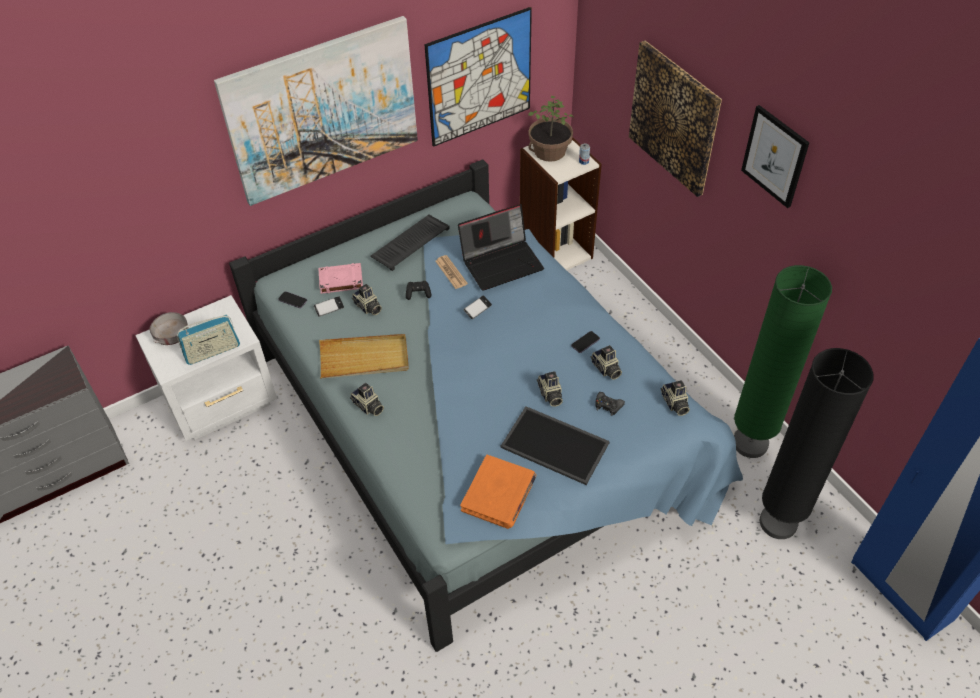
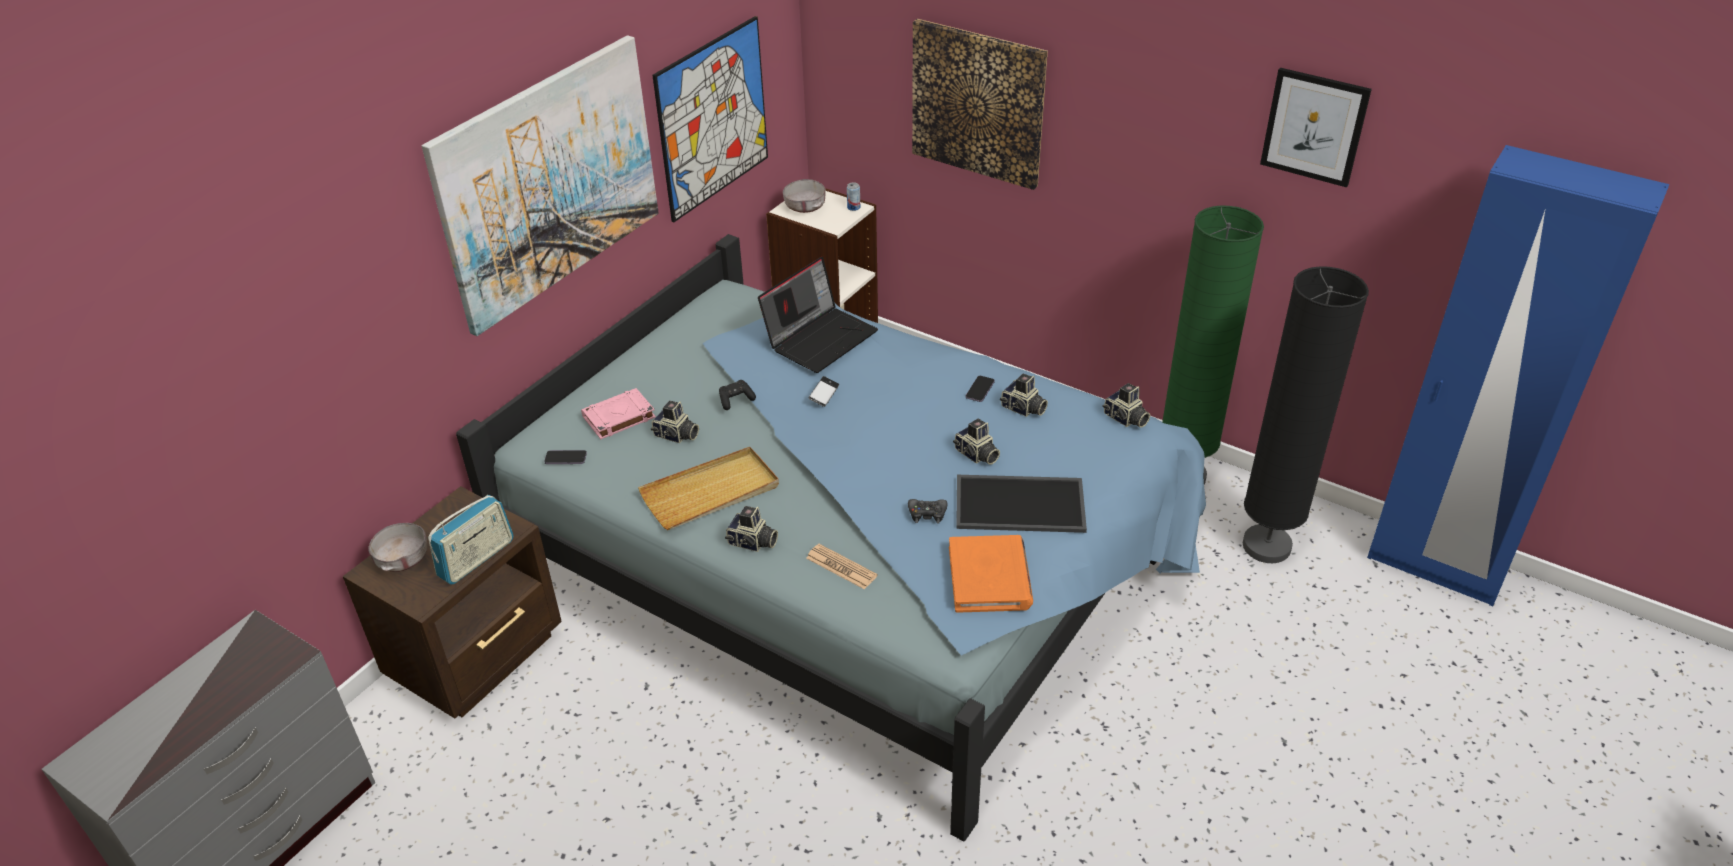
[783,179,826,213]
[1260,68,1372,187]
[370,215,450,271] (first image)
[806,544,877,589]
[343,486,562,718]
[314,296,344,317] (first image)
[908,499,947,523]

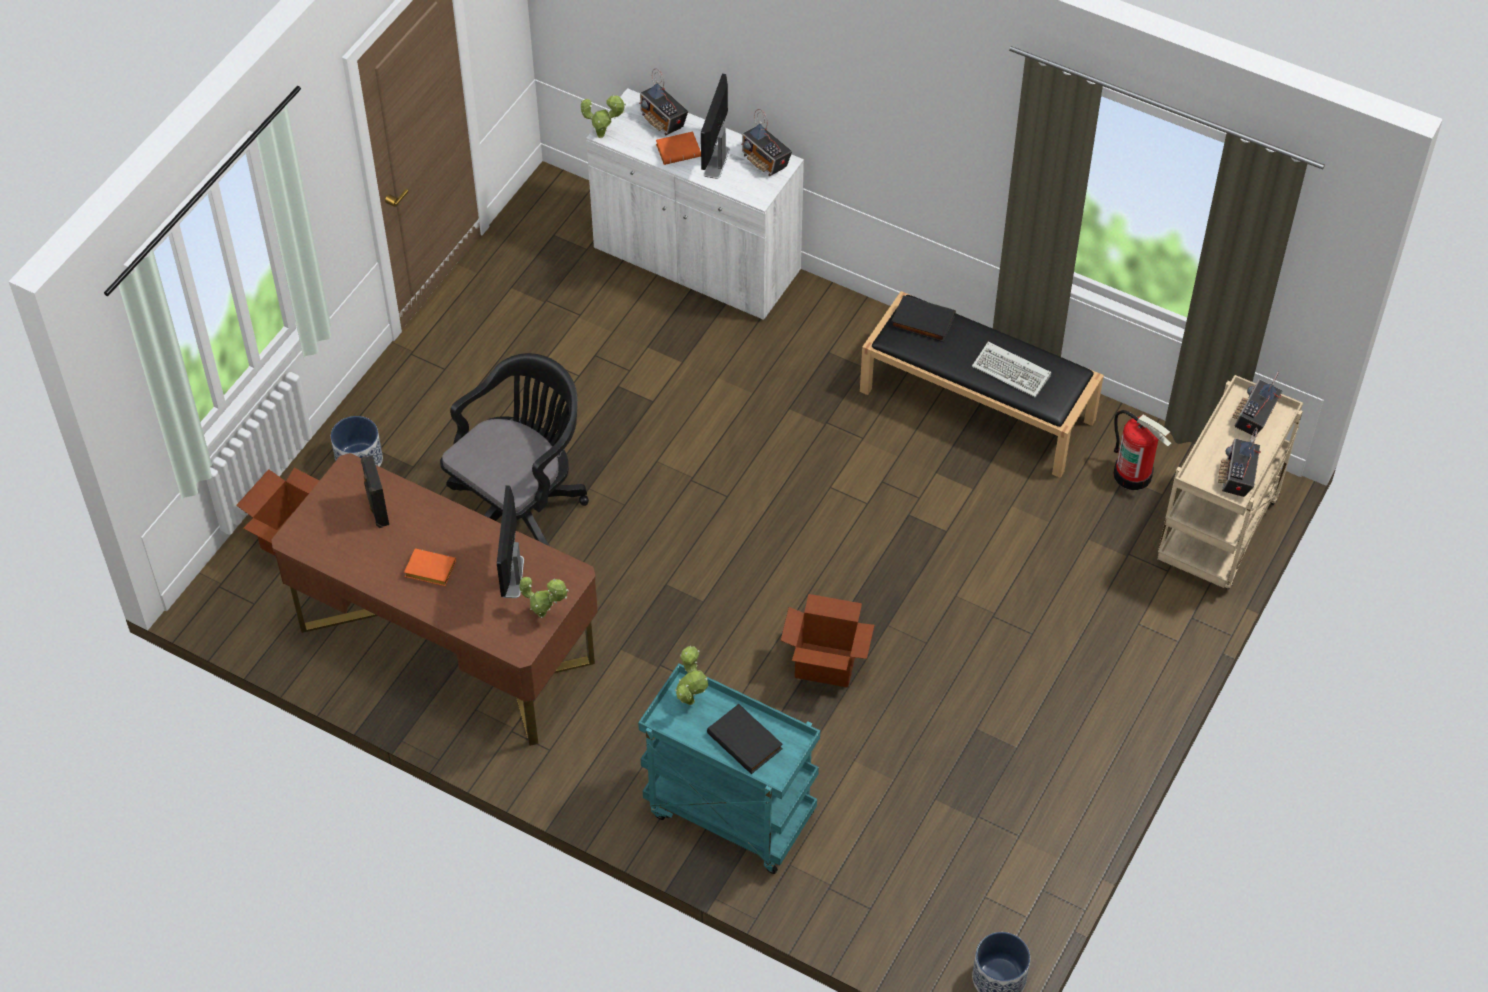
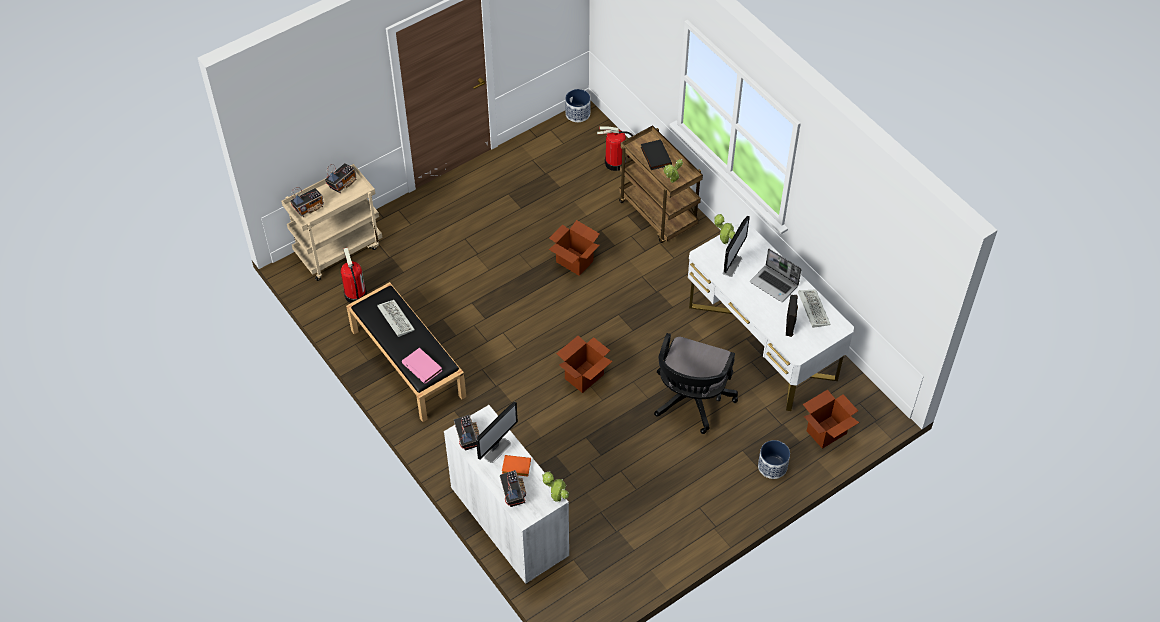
[402,347,442,384]
[654,333,738,434]
[688,222,854,411]
[750,248,801,302]
[619,125,703,243]
[597,126,633,171]
[798,289,831,328]
[556,336,613,393]

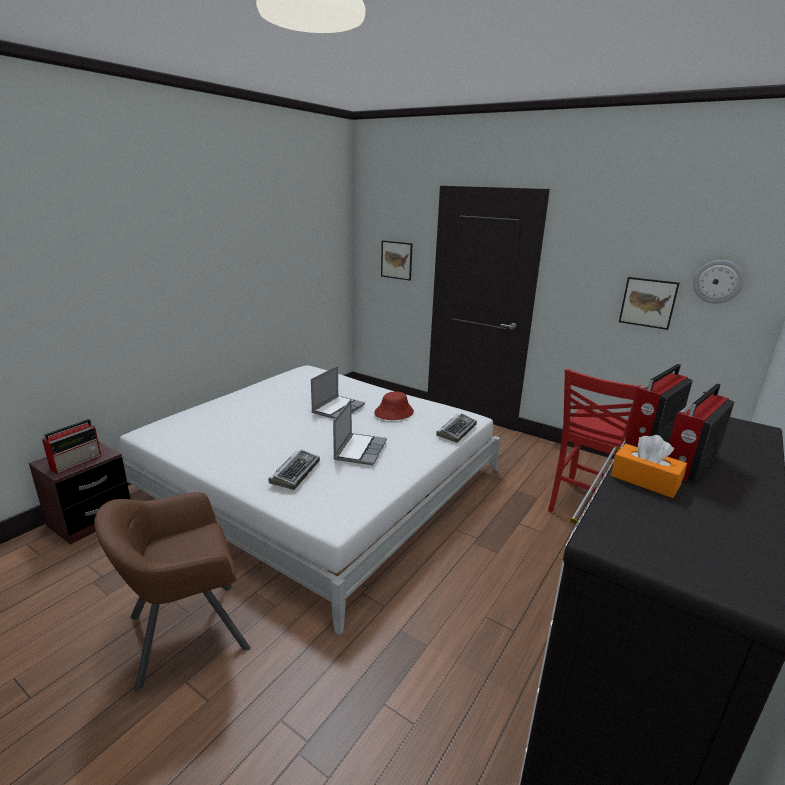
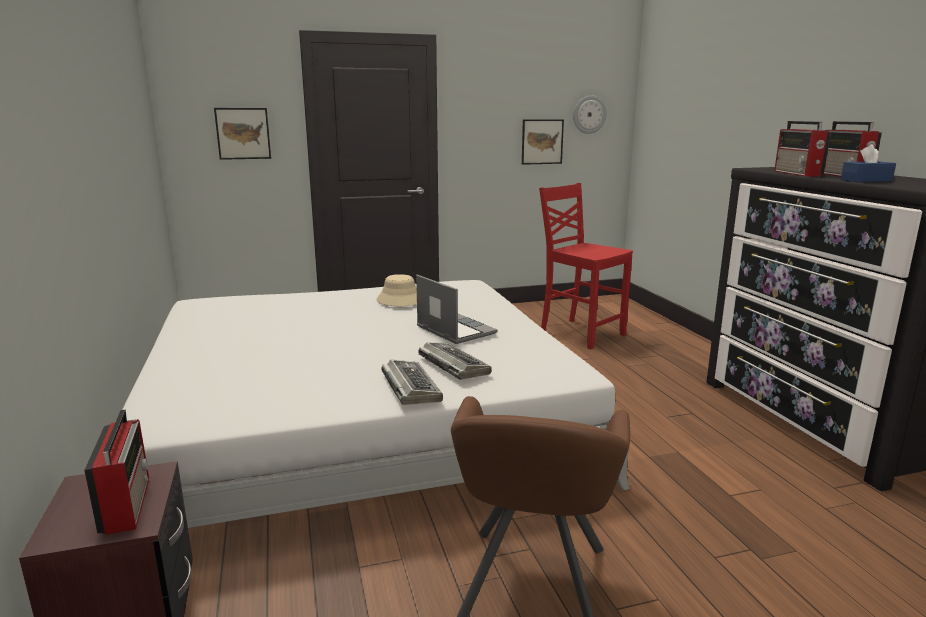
[311,366,365,419] (first image)
[539,183,633,349]
[376,274,417,306]
[381,360,443,405]
[841,144,896,182]

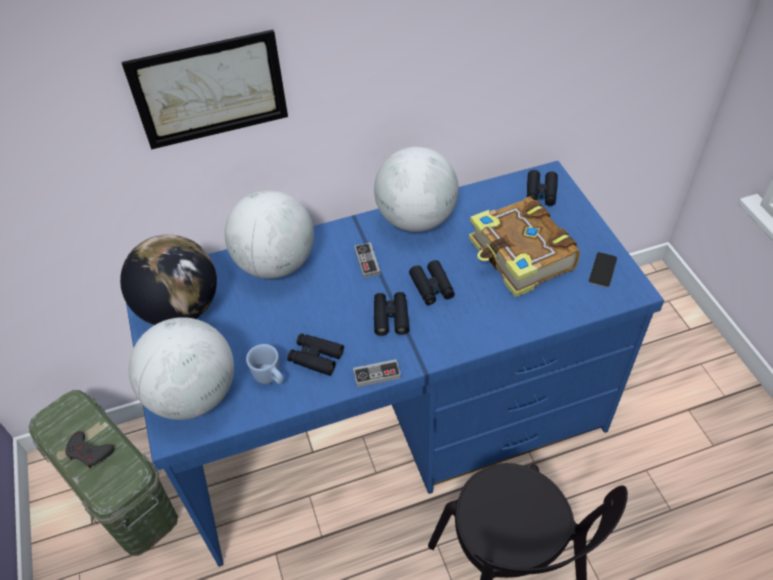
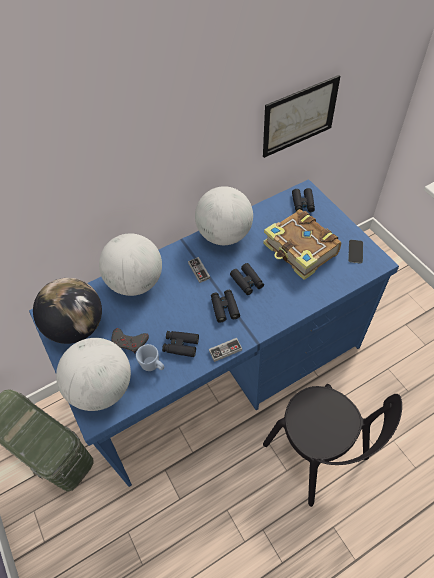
[263,75,340,158]
[112,328,149,353]

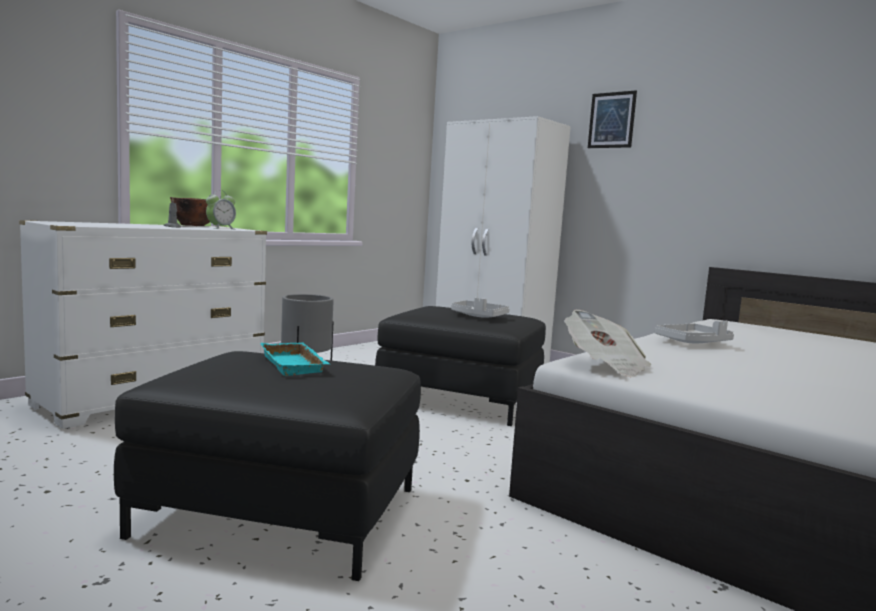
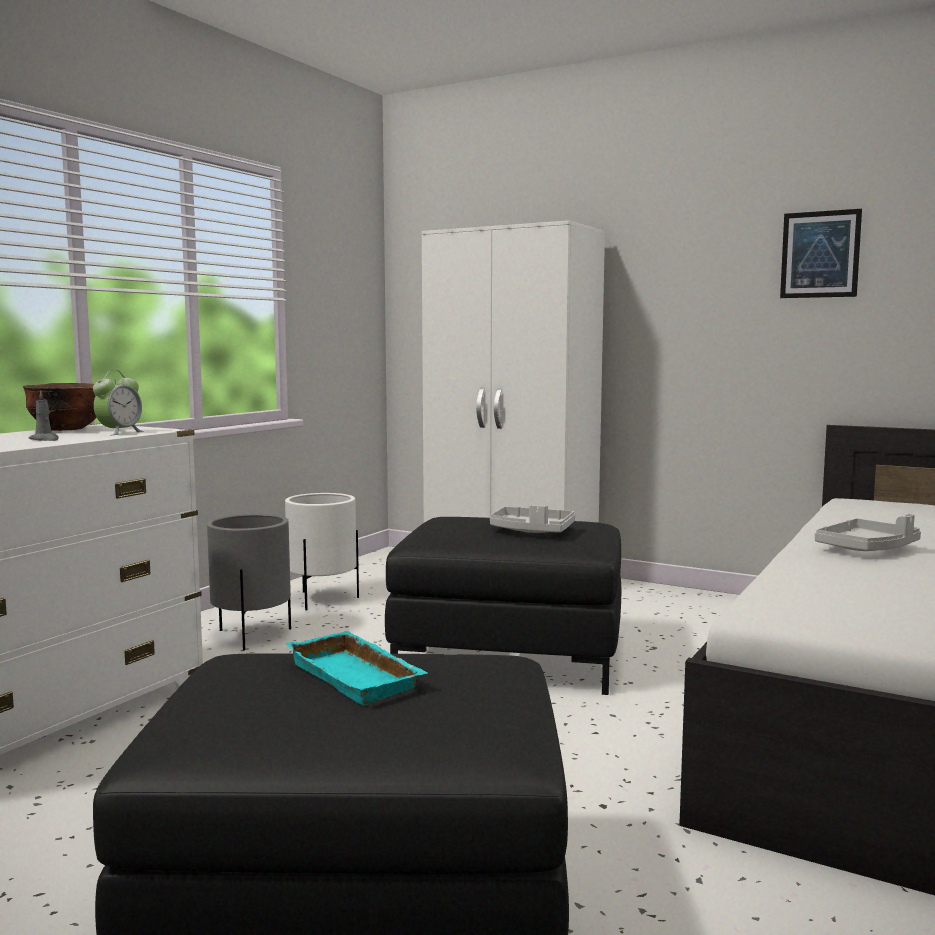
[780,209,862,298]
[565,310,651,377] (first image)
[285,493,359,610]

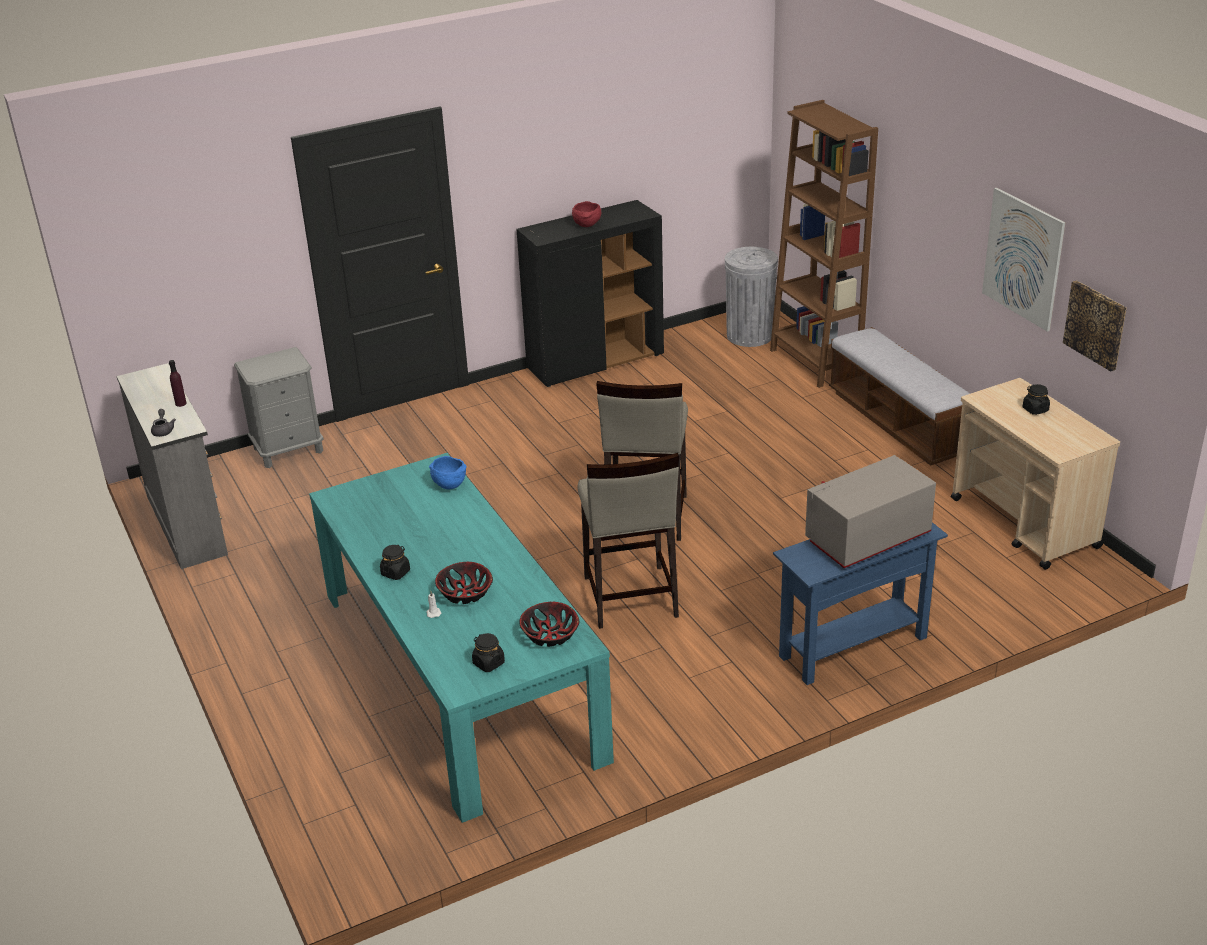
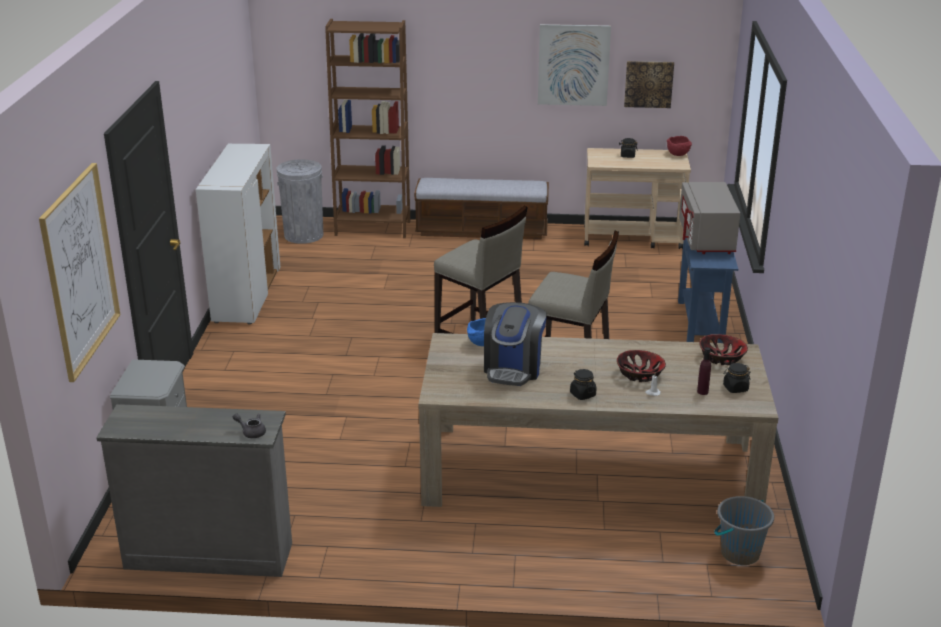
[196,144,281,324]
[667,136,692,156]
[697,347,711,395]
[418,333,778,507]
[39,163,121,382]
[484,302,547,386]
[714,496,774,565]

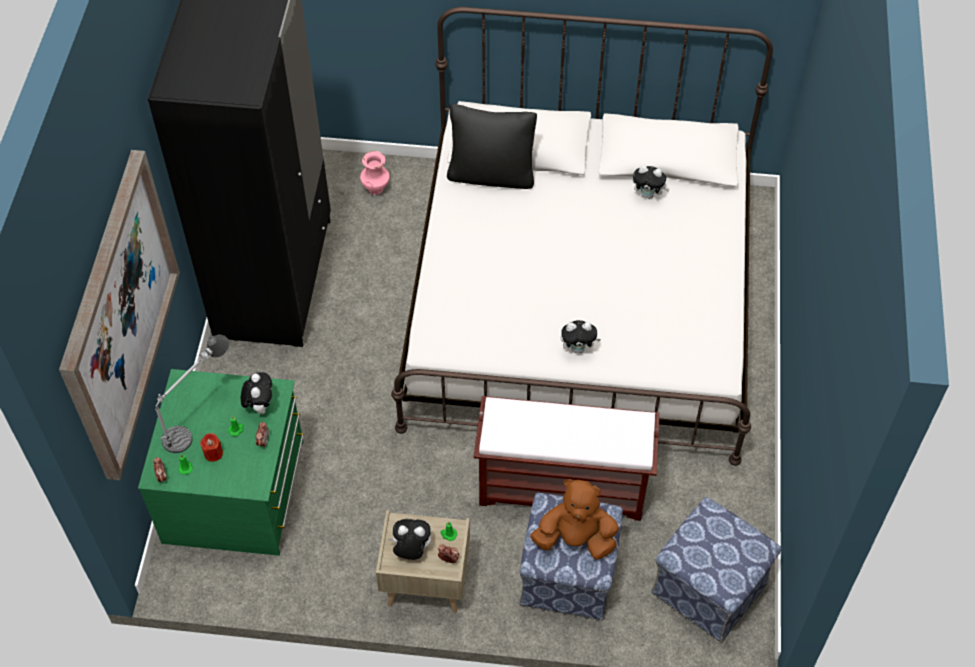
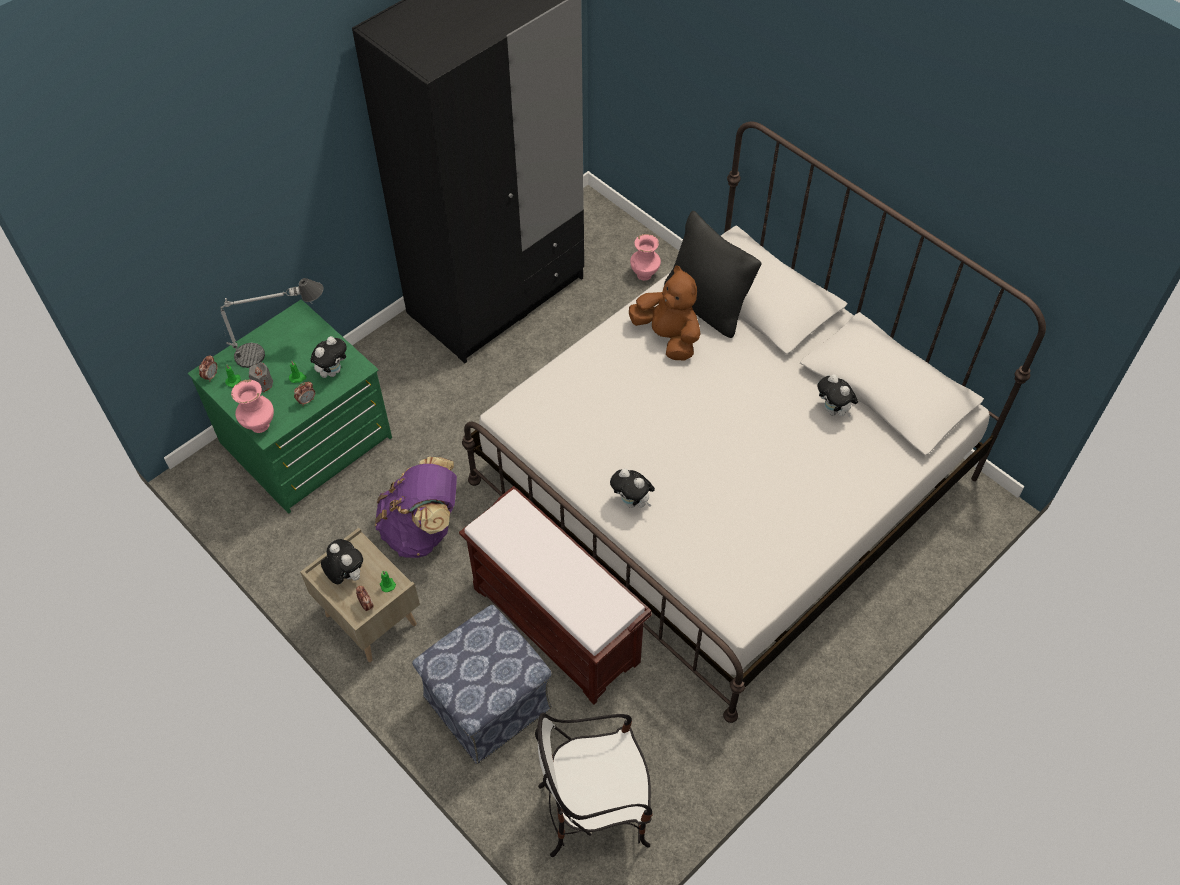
[59,150,180,480] (first image)
[249,362,273,392]
[629,265,700,360]
[535,713,653,857]
[231,380,274,433]
[375,457,457,558]

